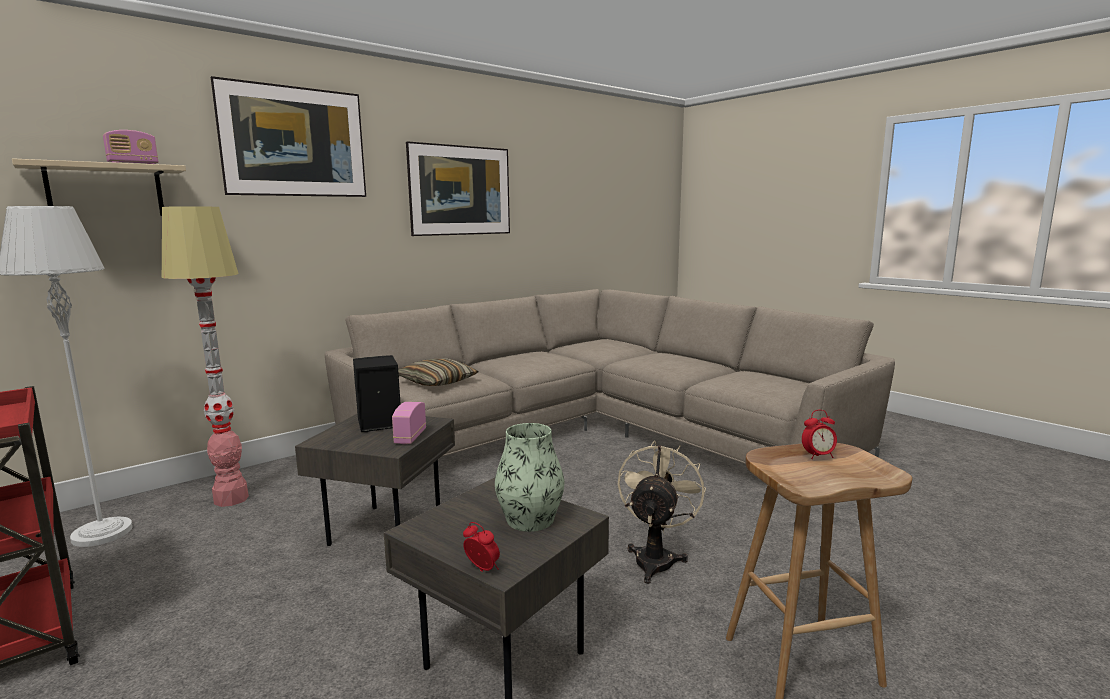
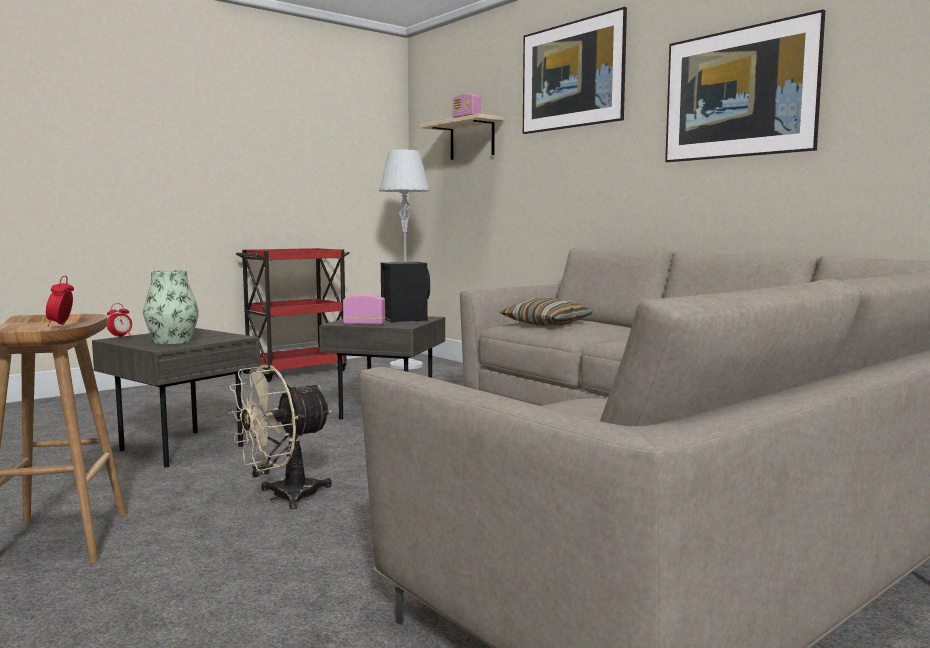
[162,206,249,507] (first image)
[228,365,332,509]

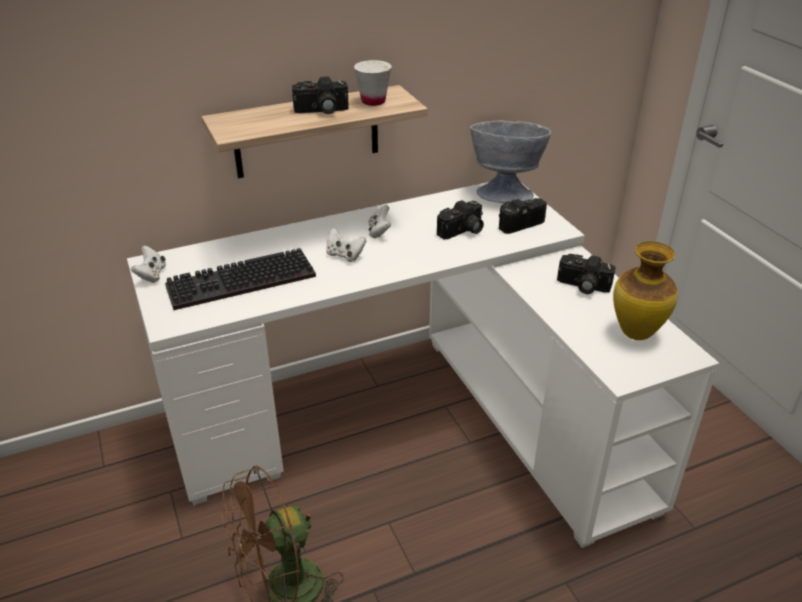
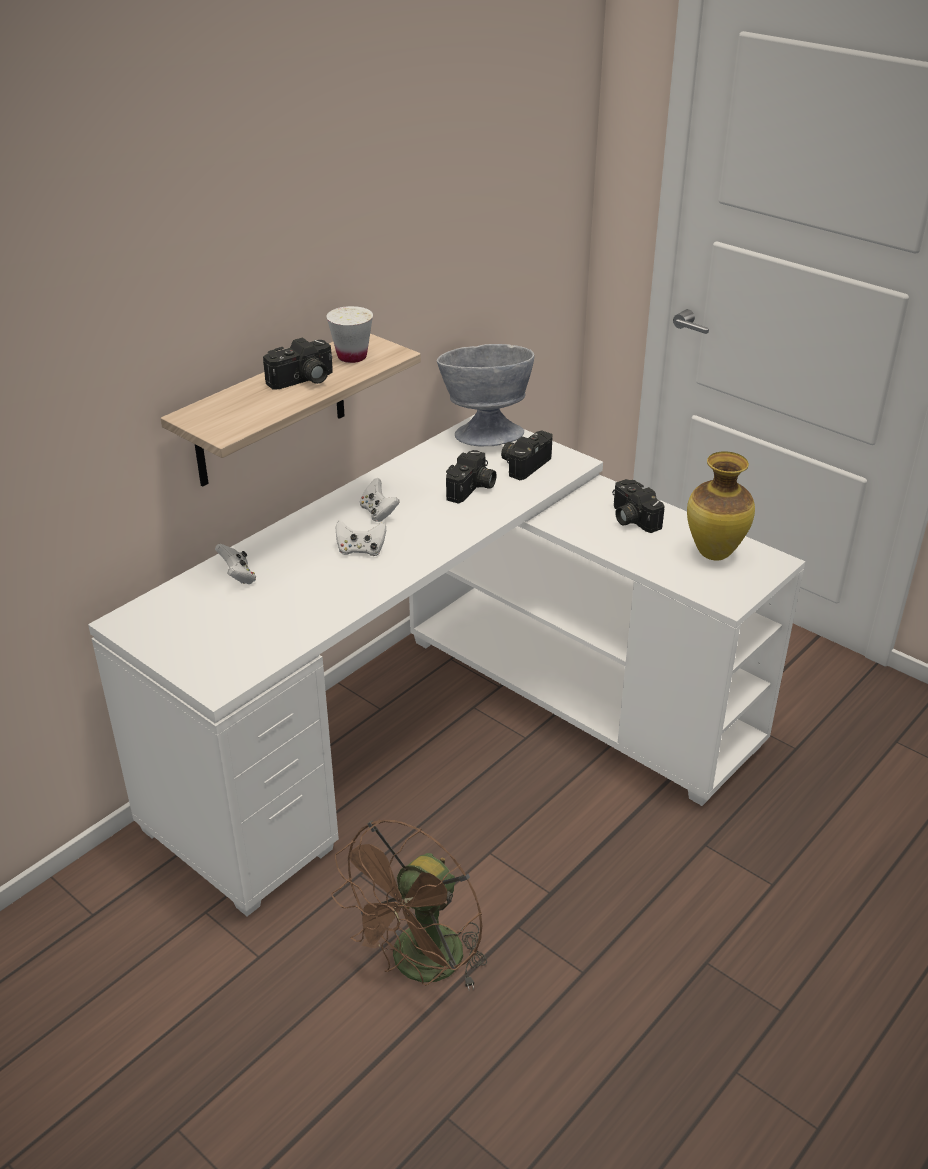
[215,544,256,584]
[165,248,316,310] (first image)
[612,479,665,533]

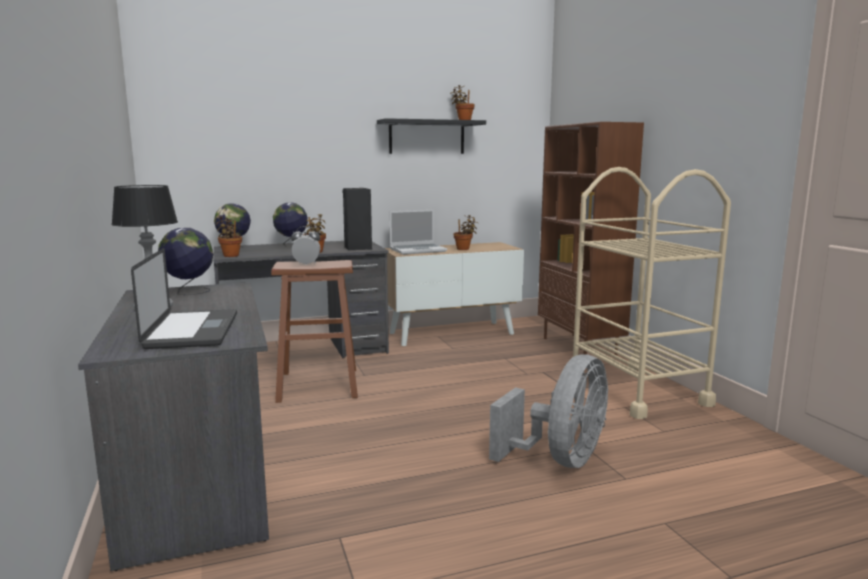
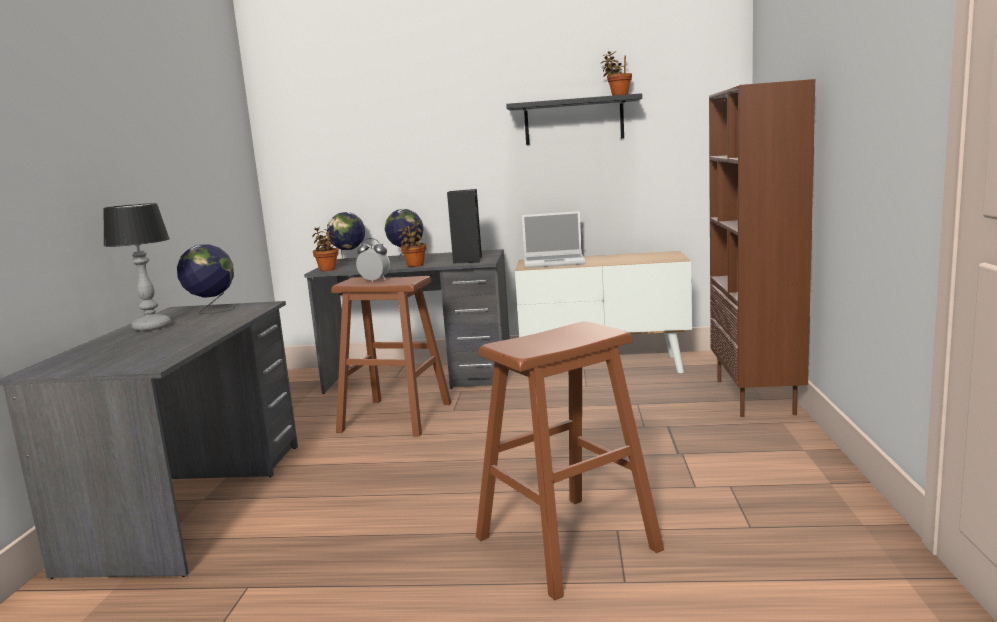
[573,167,731,419] (first image)
[454,215,479,250] (first image)
[131,248,237,349] (first image)
[476,322,664,600]

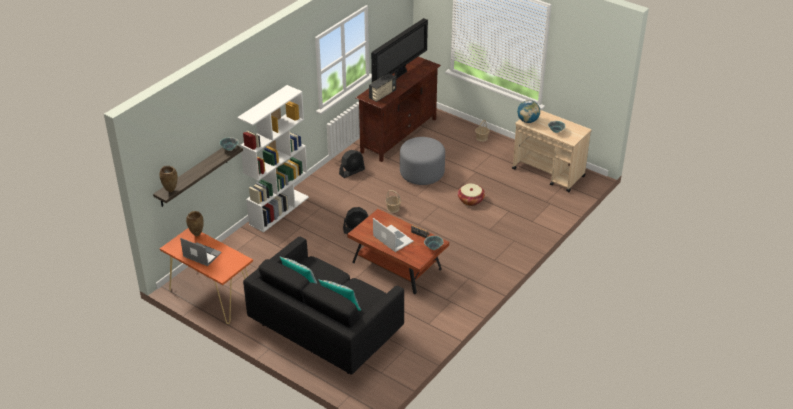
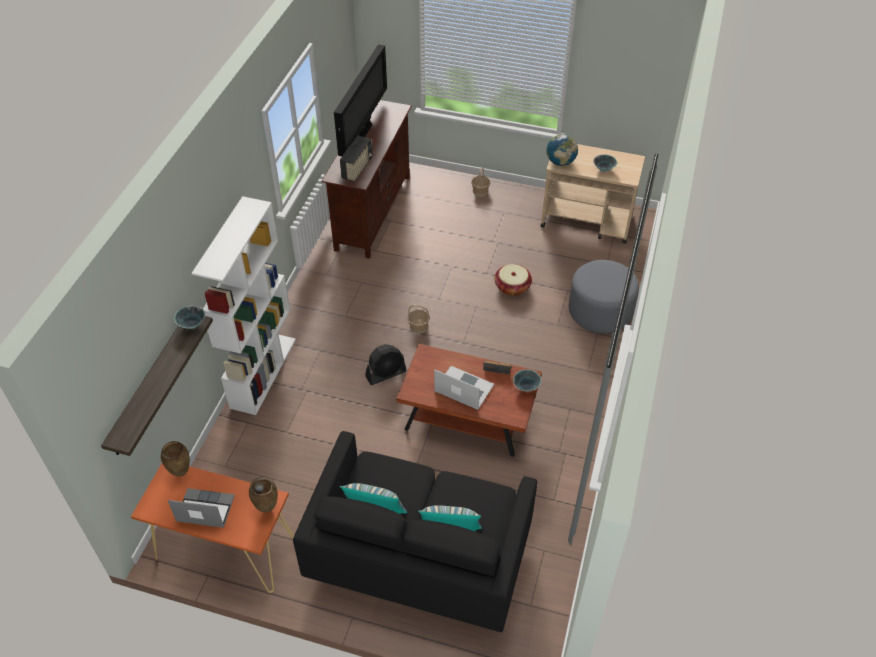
[569,260,639,333]
[339,150,365,178] (first image)
[249,477,278,513]

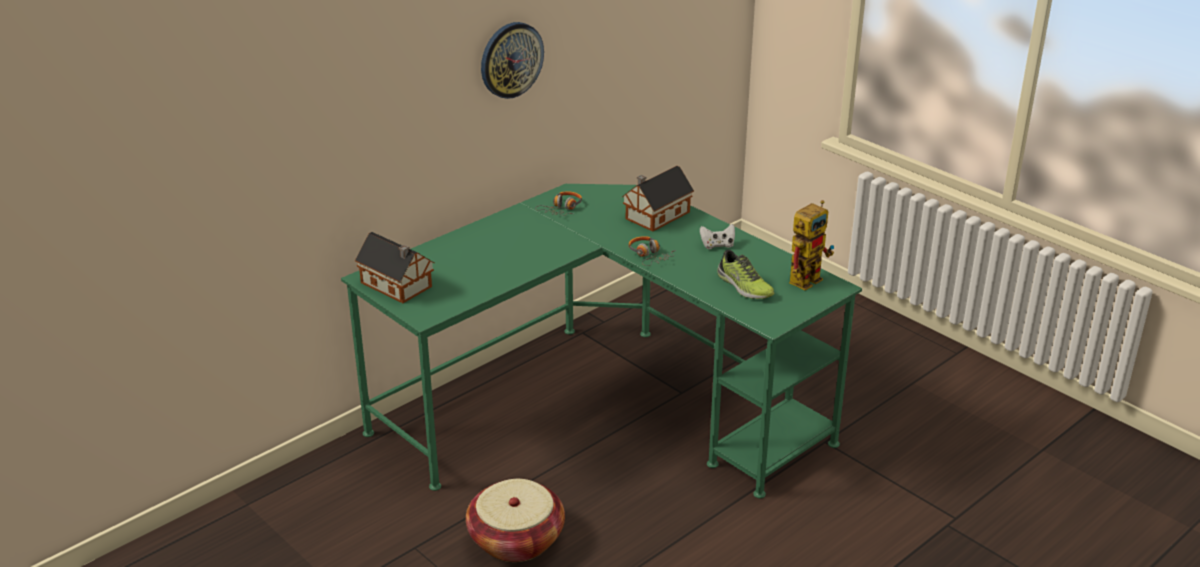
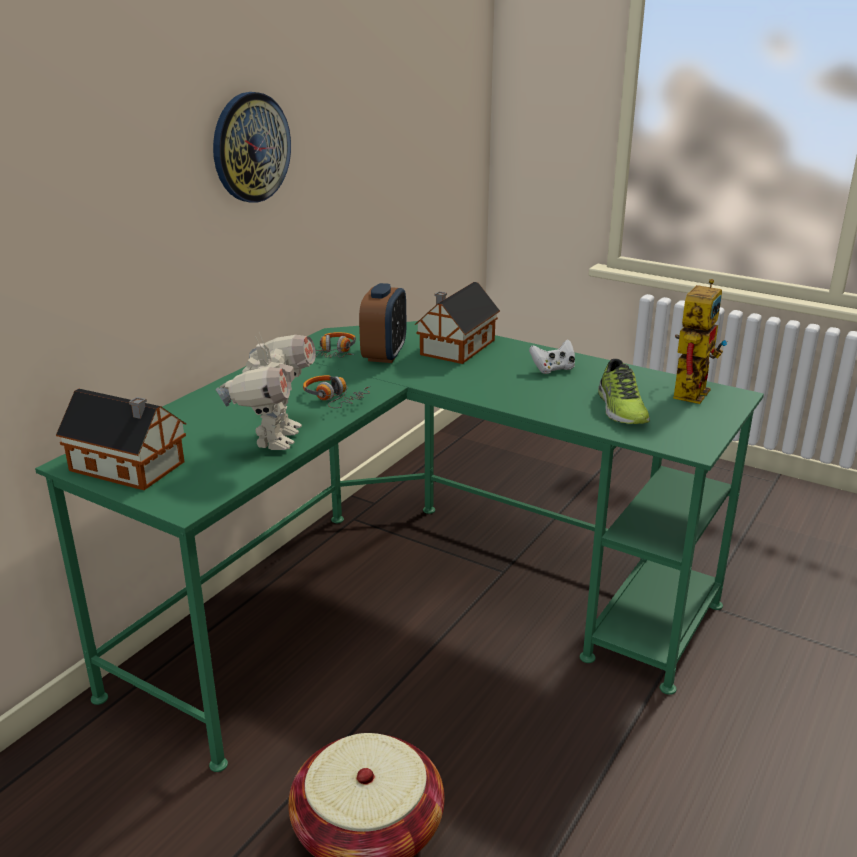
[303,375,370,408]
[598,359,650,424]
[359,283,406,363]
[215,332,316,450]

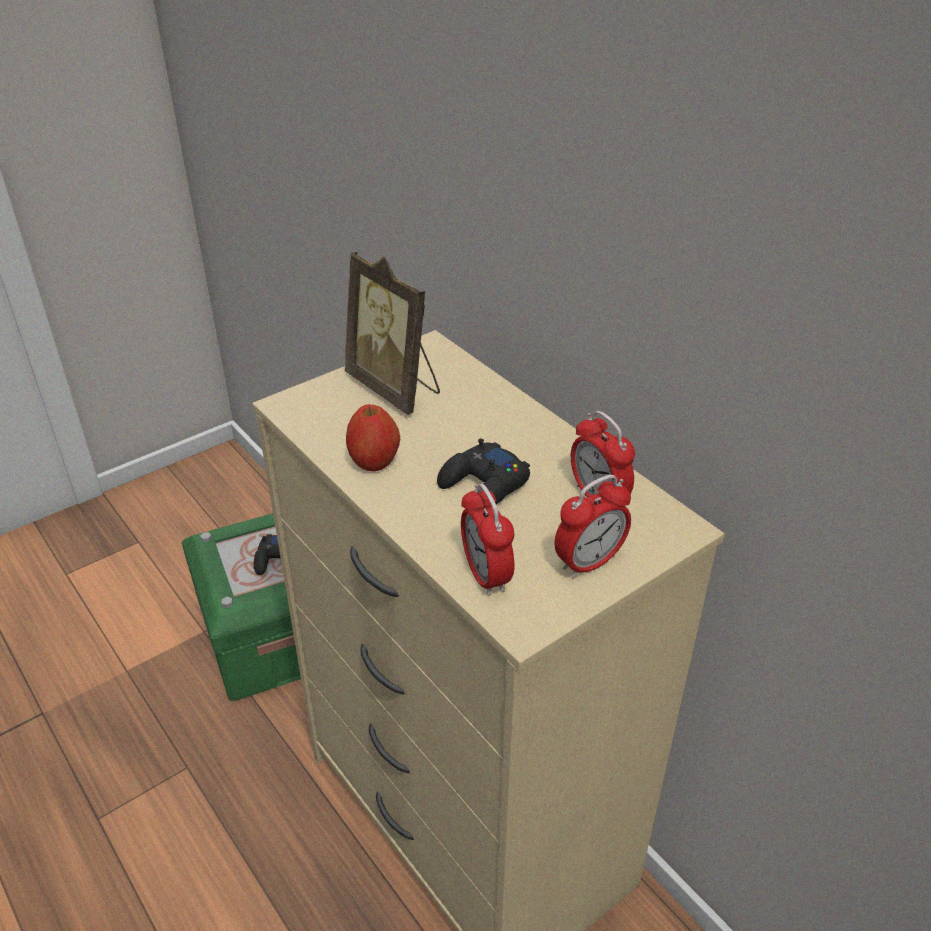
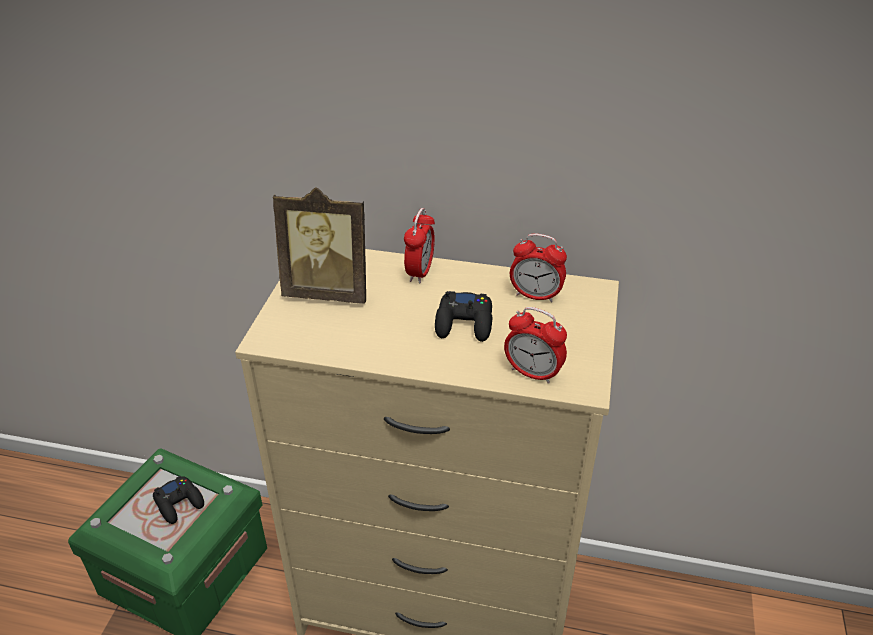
[346,404,400,471] (first image)
[404,208,435,284]

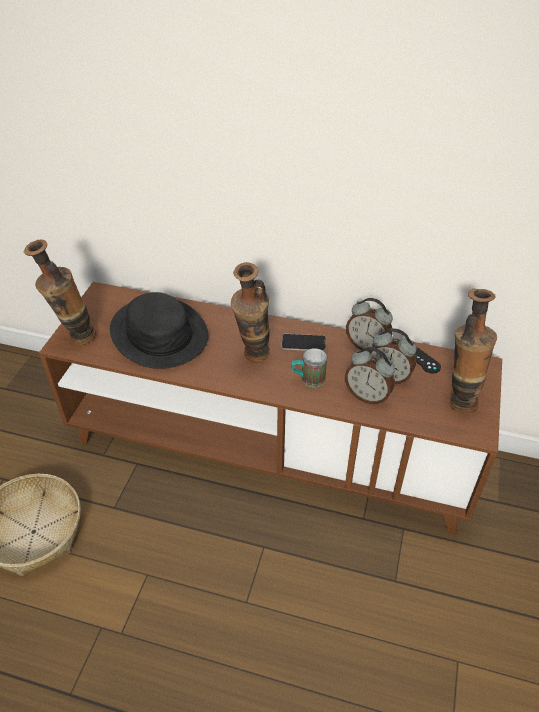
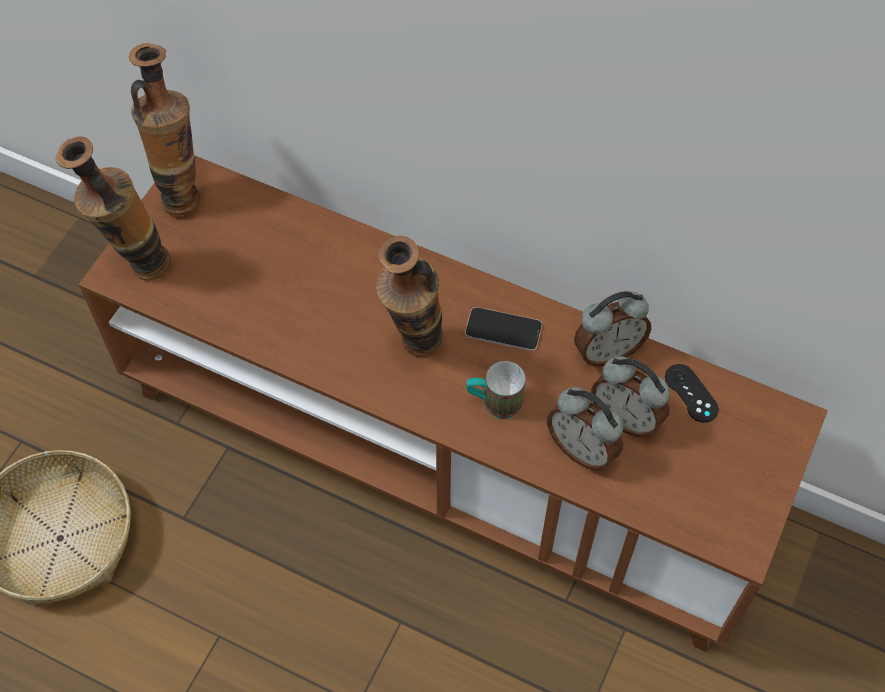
[129,43,201,216]
[110,292,208,369] (first image)
[574,291,651,366]

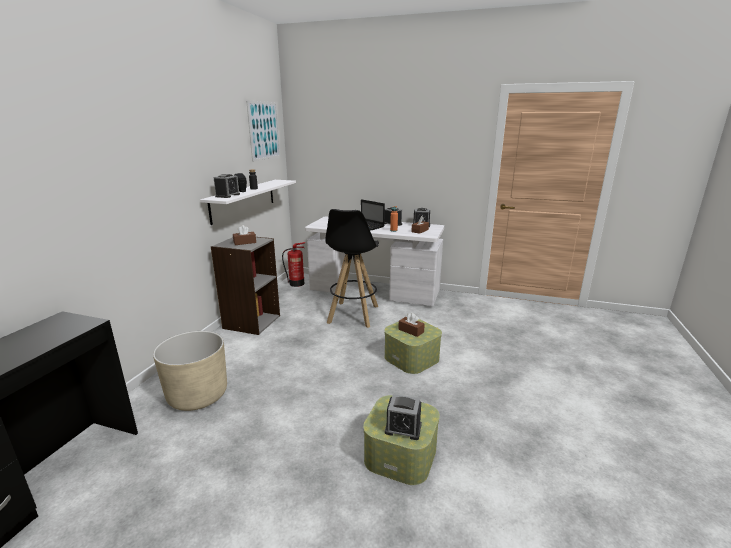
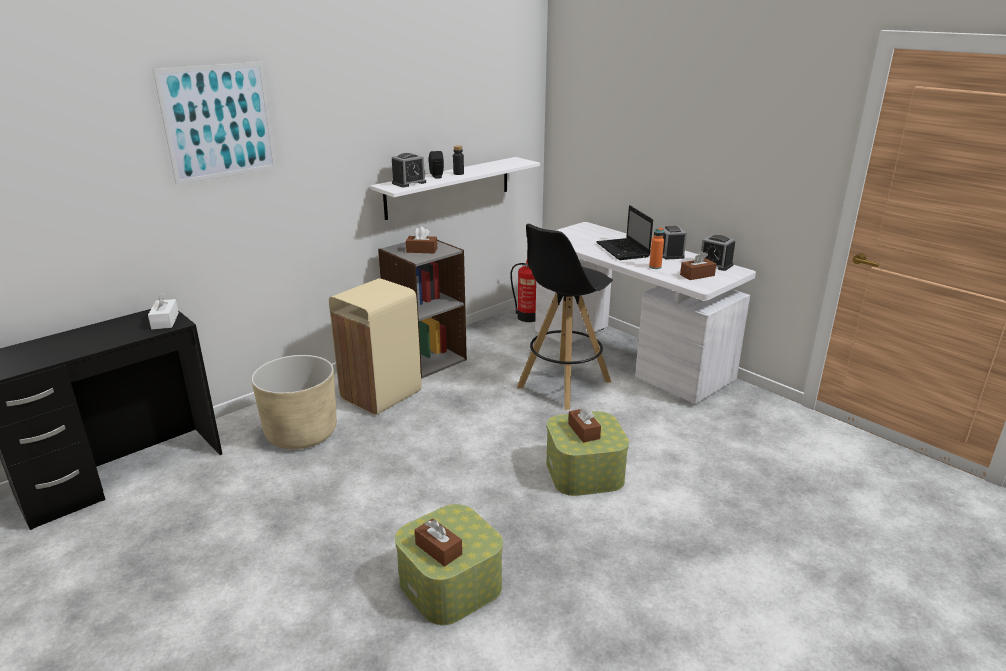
[153,62,277,185]
[415,518,462,567]
[329,278,422,415]
[148,292,179,329]

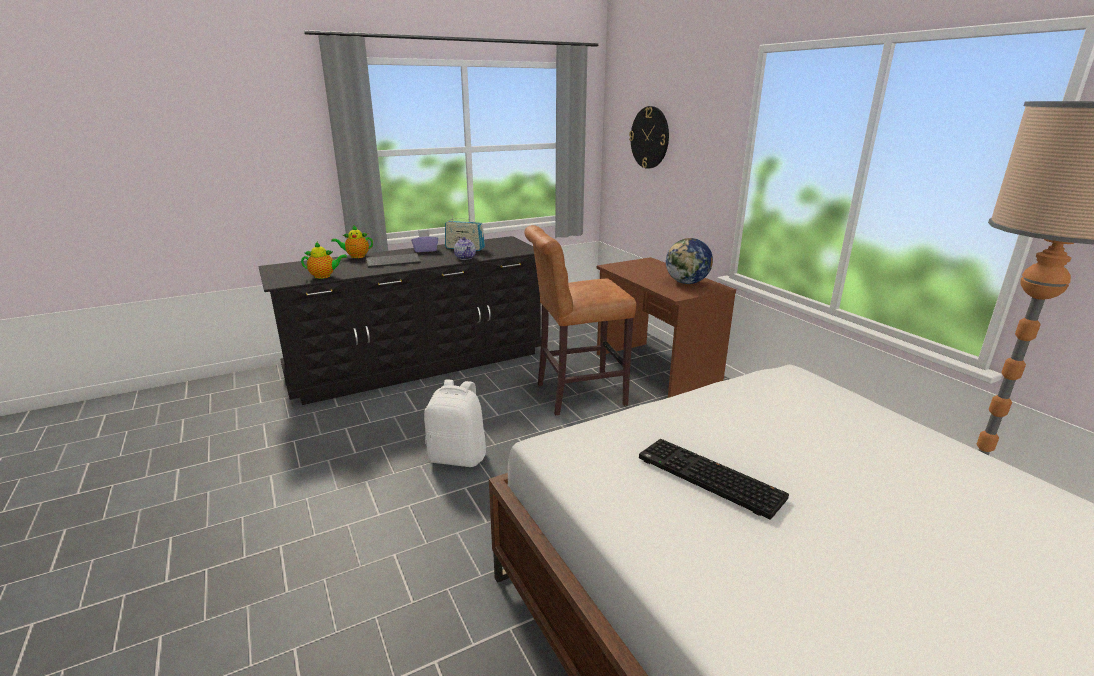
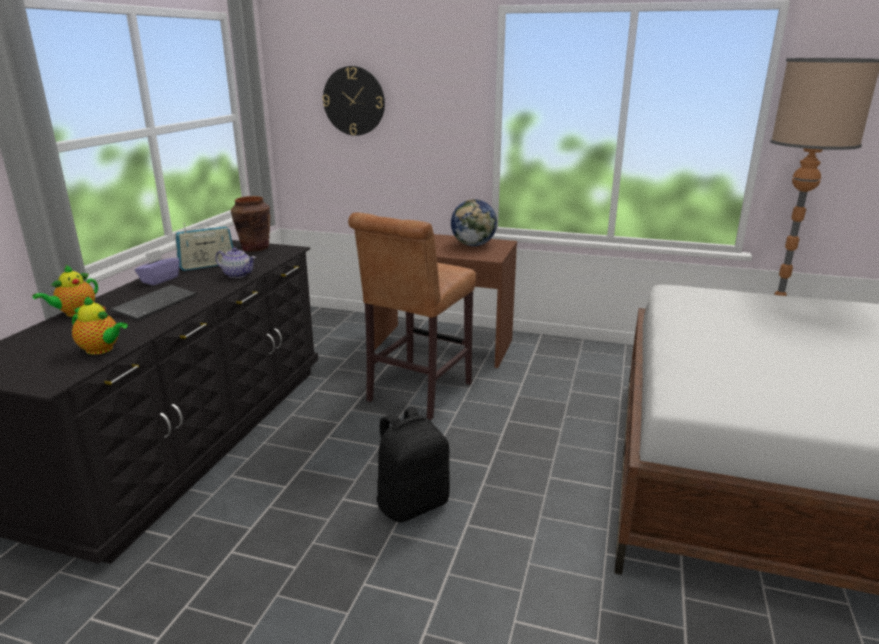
[72,296,128,355]
[377,407,450,522]
[639,439,789,519] (first image)
[231,196,270,252]

